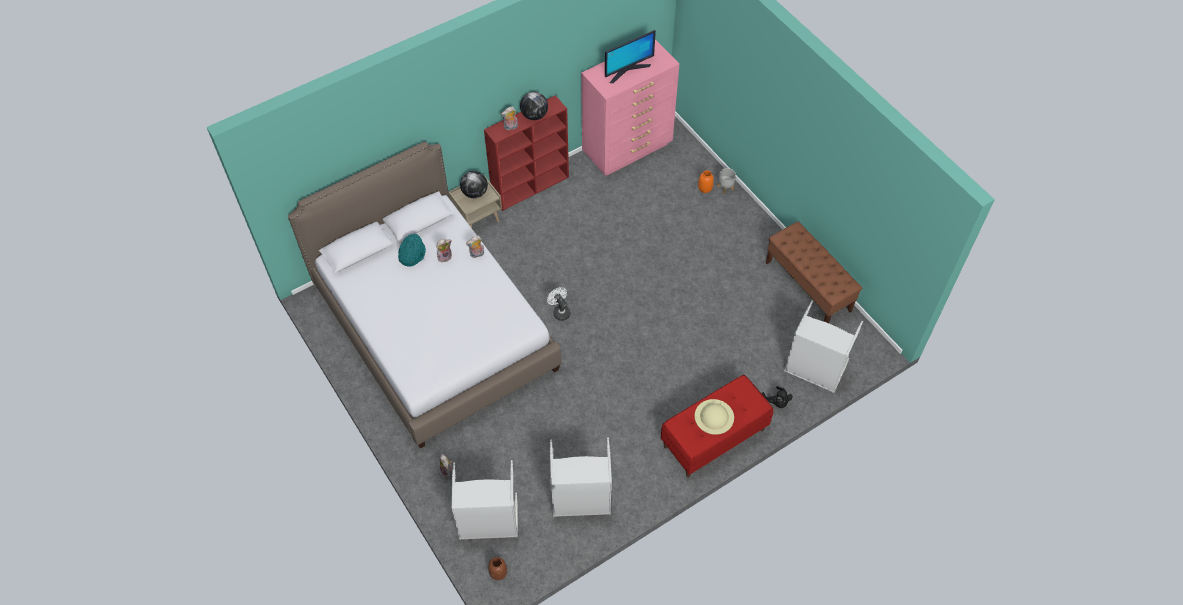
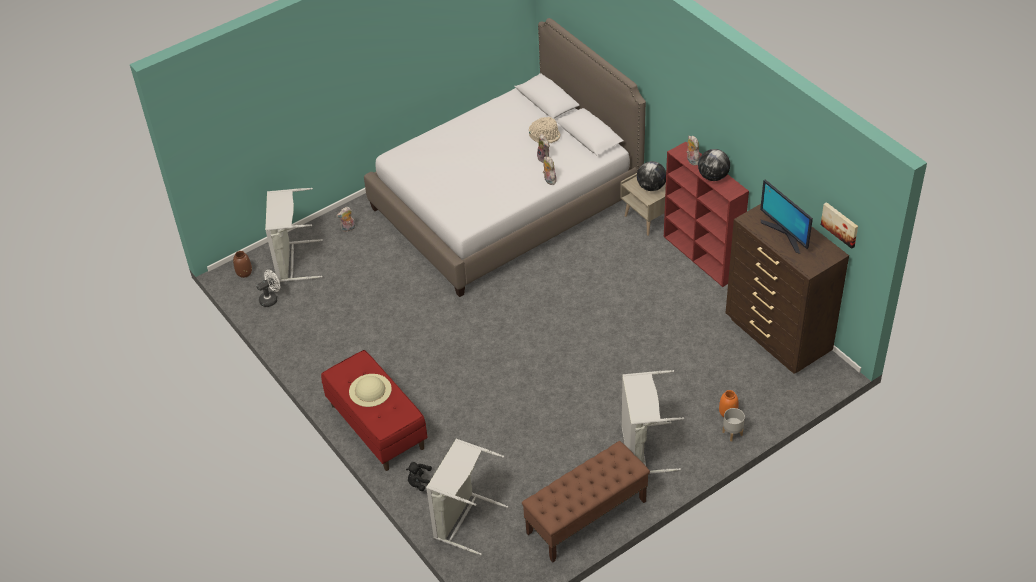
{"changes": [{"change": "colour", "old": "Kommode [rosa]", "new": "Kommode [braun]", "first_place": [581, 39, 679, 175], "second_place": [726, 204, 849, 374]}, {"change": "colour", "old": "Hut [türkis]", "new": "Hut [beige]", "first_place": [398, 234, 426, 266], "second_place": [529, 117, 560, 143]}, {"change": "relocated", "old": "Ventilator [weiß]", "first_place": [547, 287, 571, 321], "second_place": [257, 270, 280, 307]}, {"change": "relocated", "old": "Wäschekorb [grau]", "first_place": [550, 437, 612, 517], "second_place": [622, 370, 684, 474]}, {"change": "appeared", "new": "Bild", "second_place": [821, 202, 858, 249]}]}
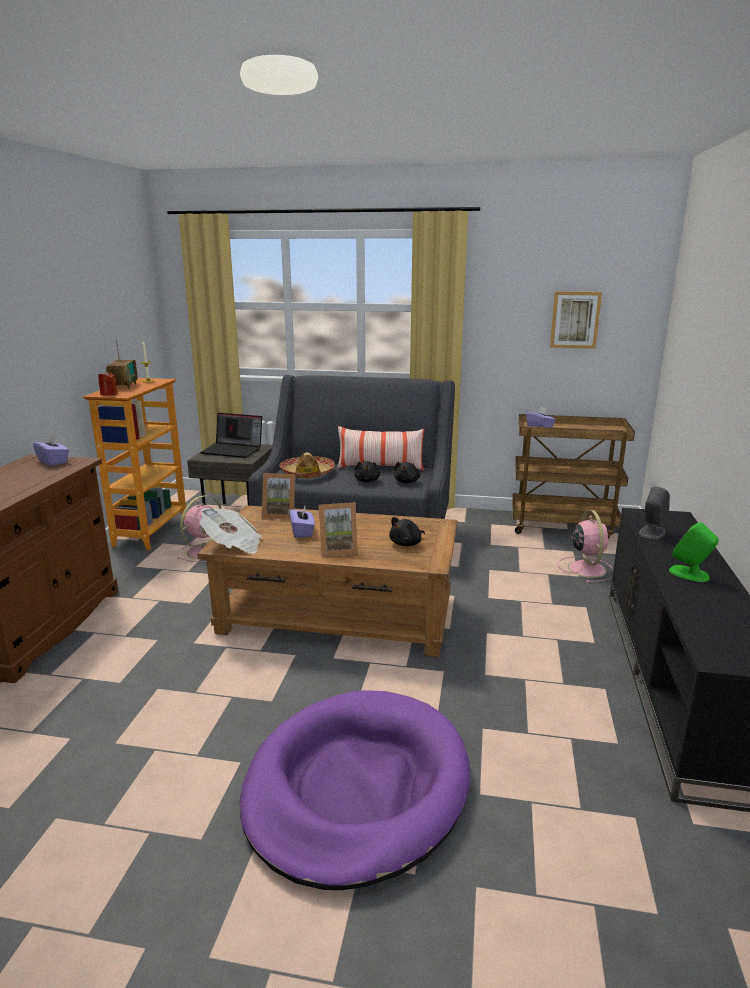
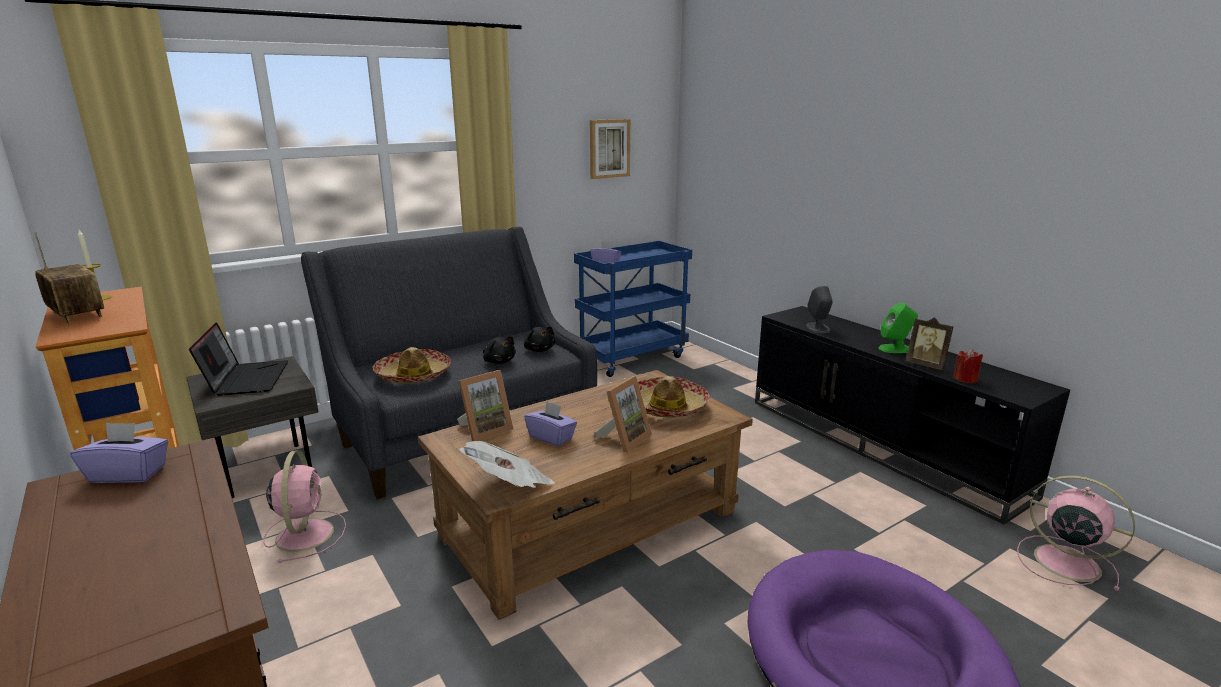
{"changes": [{"change": "relocated", "old": "Kerze [rot]", "first_place": [98, 371, 117, 396], "second_place": [953, 349, 983, 383]}, {"change": "spun", "old": "Laptop", "first_place": [200, 413, 262, 458], "second_place": [189, 322, 288, 396], "degrees": -75}, {"change": "colour", "old": "Rollwagen [braun]", "new": "Rollwagen [blau]", "first_place": [512, 414, 635, 539], "second_place": [574, 241, 692, 377]}, {"change": "missing", "old": "Kissen", "first_place": [337, 426, 424, 471]}, {"change": "relocated", "old": "Ventilator [rosa]", "first_place": [558, 510, 613, 583], "second_place": [1017, 476, 1135, 591]}, {"change": "exchanged", "old": "Plüschtier [schwarz]", "new": "Hut", "first_place": [389, 517, 425, 546], "second_place": [638, 376, 710, 418]}, {"change": "appeared", "new": "Bilderrahmen", "second_place": [906, 317, 954, 370]}]}
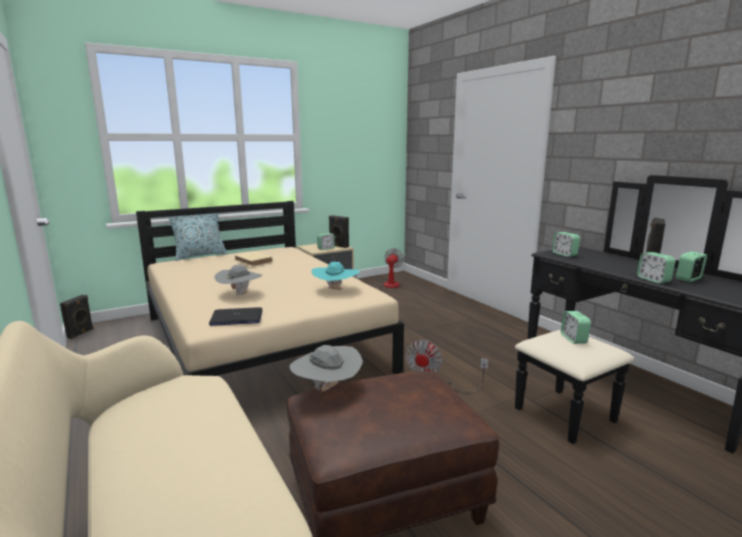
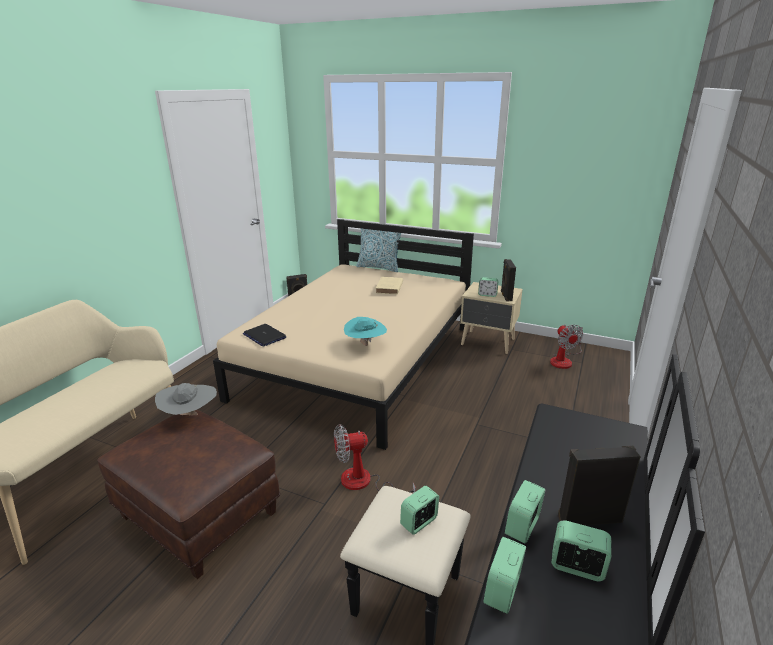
{"changes": [{"change": "relocated", "old": "Wecker", "first_place": [552, 232, 580, 257], "second_place": [483, 537, 526, 614]}, {"change": "spun", "old": "Ventilator", "first_place": [353, 248, 404, 289], "second_place": [550, 324, 583, 369], "degrees": 90}, {"change": "missing", "old": "Hut [grau]", "first_place": [214, 265, 263, 297]}]}
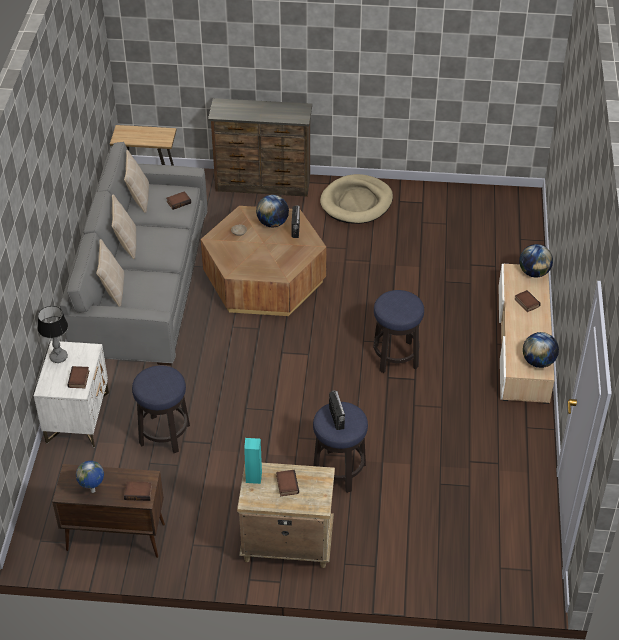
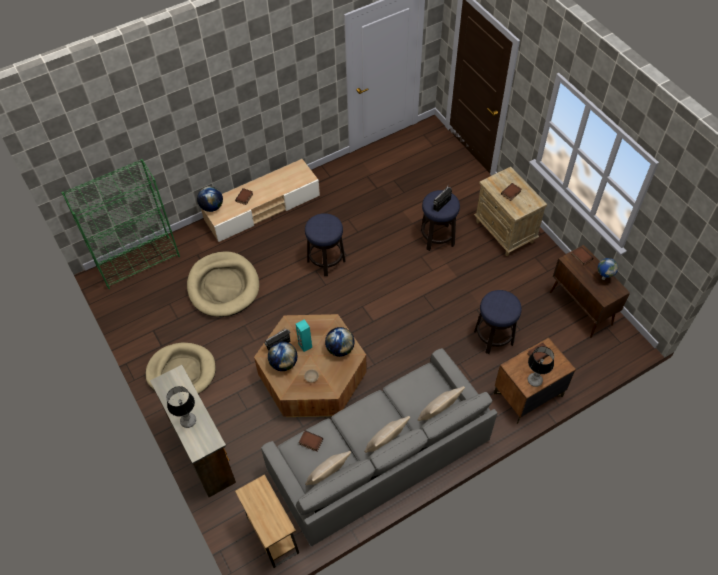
{"changes": [{"change": "relocated", "old": "Globus", "first_place": [523, 332, 559, 368], "second_place": [325, 327, 355, 357]}, {"change": "colour", "old": "Nachttisch [weiß]", "new": "Nachttisch [braun]", "first_place": [34, 341, 109, 448], "second_place": [494, 337, 576, 424]}, {"change": "relocated", "old": "Lautsprecher [türkis]", "first_place": [244, 438, 262, 484], "second_place": [296, 319, 312, 352]}, {"change": "appeared", "new": "Bücherregal [grün]", "second_place": [62, 159, 180, 289]}, {"change": "appeared", "new": "Hundebett [beige]", "second_place": [187, 251, 259, 317]}, {"change": "appeared", "new": "Tischlampe", "second_place": [167, 386, 196, 428]}]}
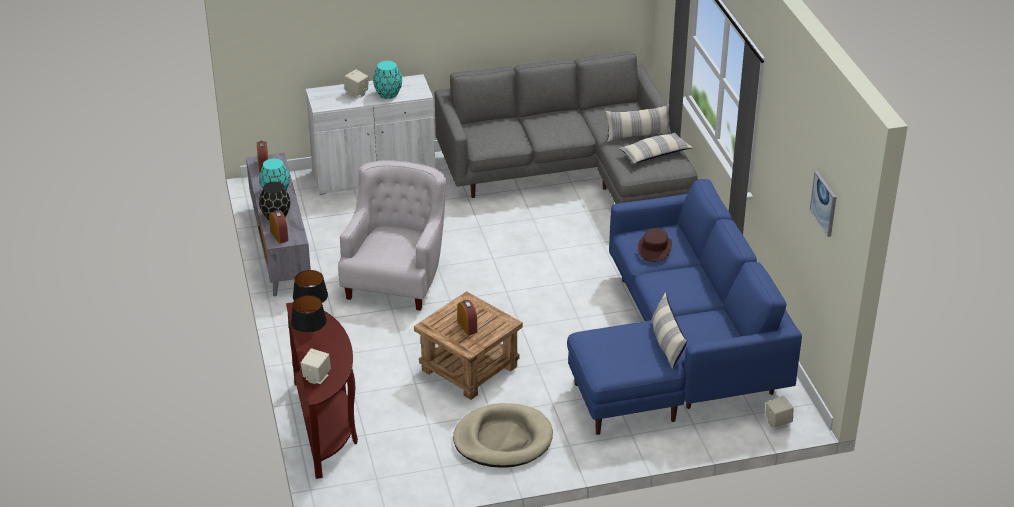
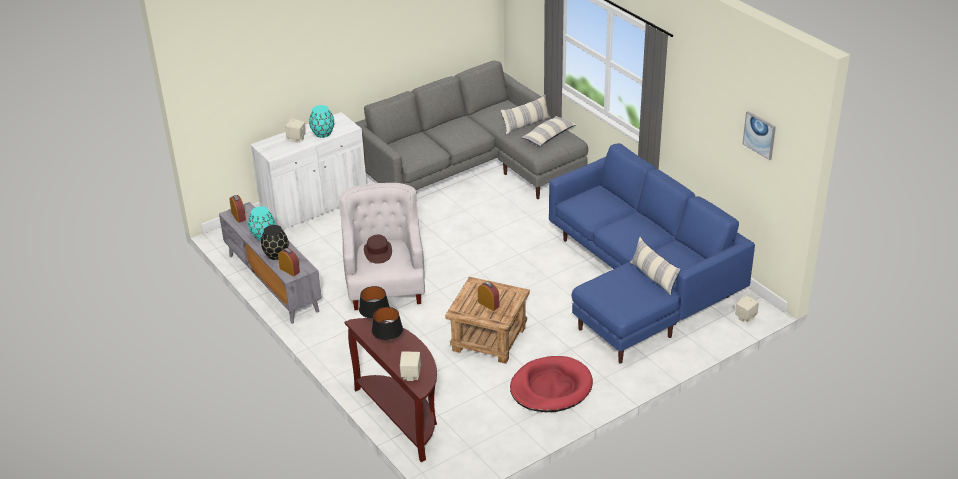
{"changes": [{"change": "relocated", "old": "Hut [braun]", "first_place": [638, 228, 672, 262], "second_place": [364, 235, 392, 264]}, {"change": "colour", "old": "Hundebett [beige]", "new": "Hundebett [rot]", "first_place": [453, 403, 553, 467], "second_place": [510, 356, 593, 412]}]}
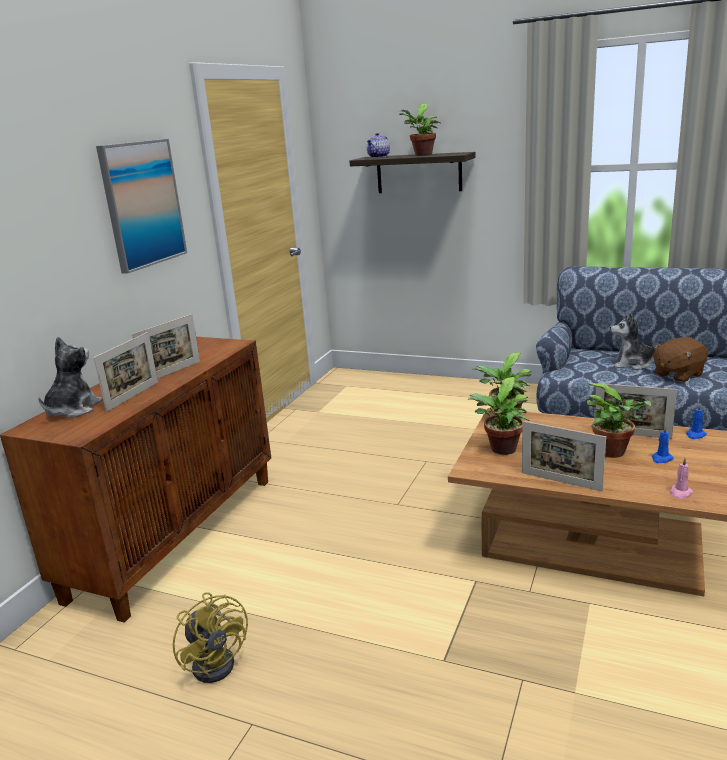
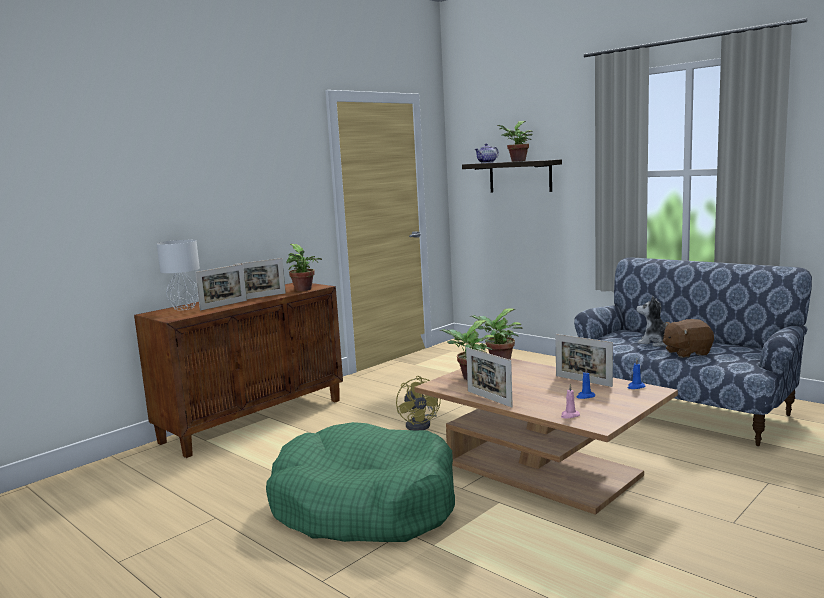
{"changes": [{"change": "missing", "old": "Bild", "first_place": [96, 139, 187, 274]}, {"change": "exchanged", "old": "Plüschtier", "new": "Tischlampe [grau]", "first_place": [38, 337, 103, 418], "second_place": [157, 240, 200, 310]}, {"change": "relocated", "old": "Topfpflanze", "first_place": [587, 383, 651, 458], "second_place": [286, 244, 322, 291]}, {"change": "relocated", "old": "Ventilator [gelb]", "first_place": [173, 592, 248, 683], "second_place": [396, 376, 441, 430]}, {"change": "appeared", "new": "Hundebett [grün]", "second_place": [266, 422, 455, 542]}]}
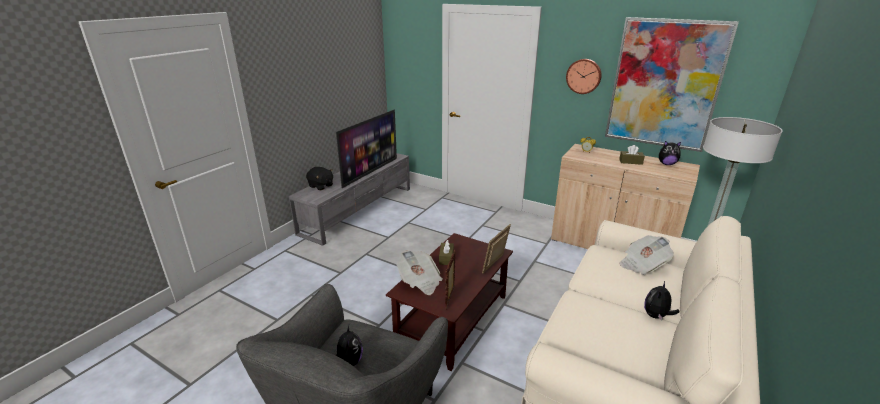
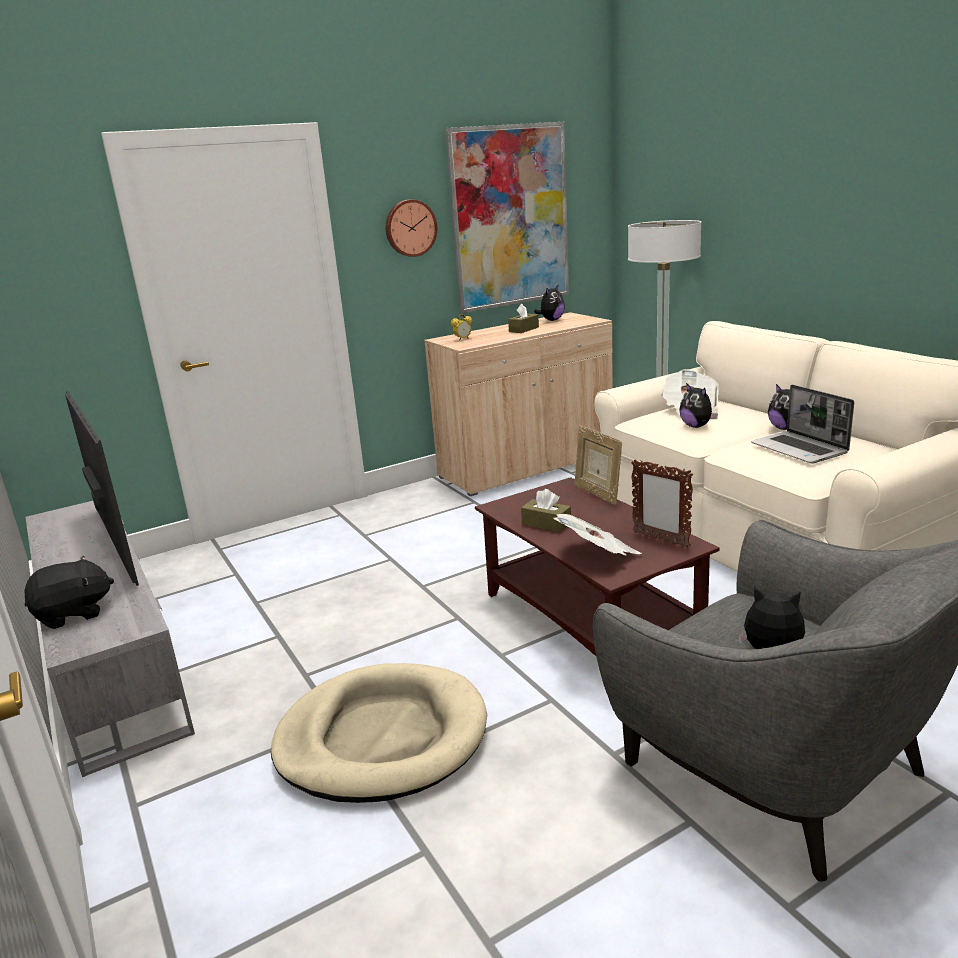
{"changes": [{"change": "appeared", "new": "Plüschtier", "second_place": [679, 383, 718, 428]}, {"change": "appeared", "new": "Laptop", "second_place": [751, 385, 854, 464]}, {"change": "appeared", "new": "Hundebett [beige]", "second_place": [271, 663, 487, 803]}]}
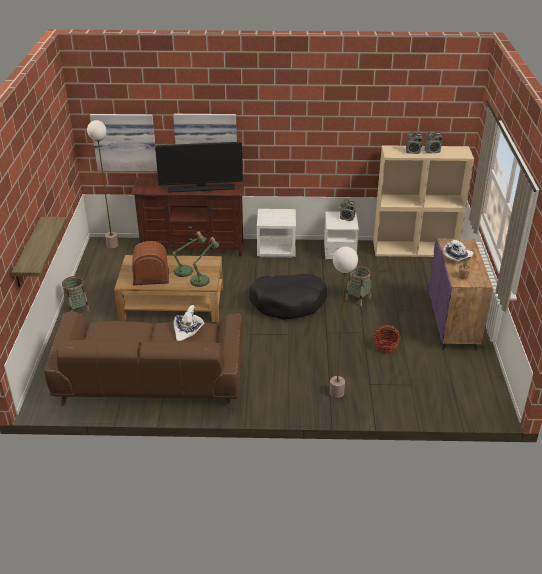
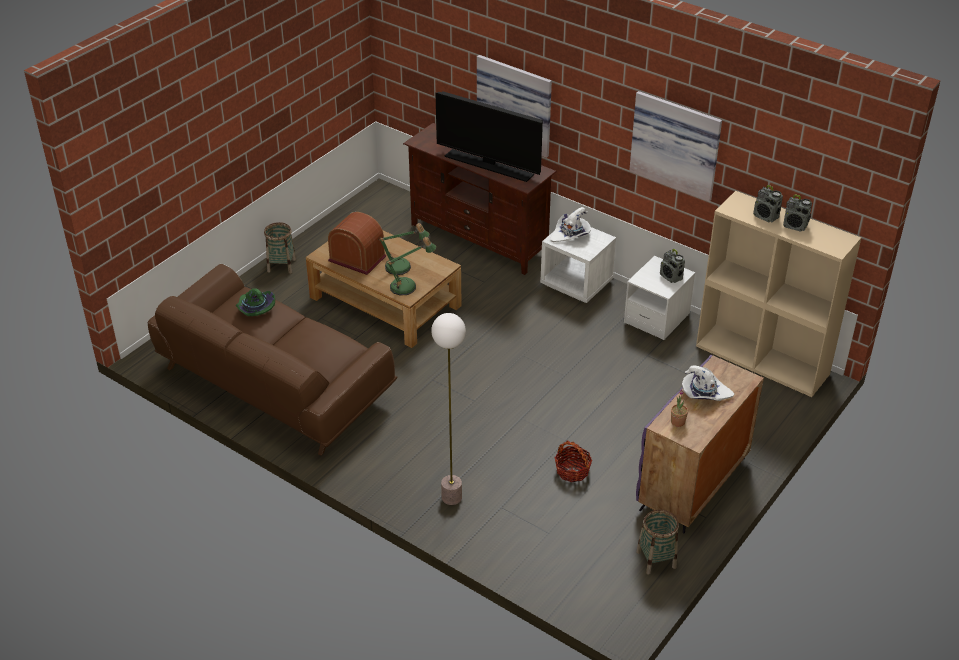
{"changes": [{"change": "relocated", "old": "Bild", "first_place": [90, 114, 157, 171], "second_place": [629, 91, 722, 202]}, {"change": "missing", "old": "Stehlampe", "first_place": [87, 120, 118, 248]}, {"change": "missing", "old": "Wandregal", "first_place": [12, 217, 67, 287]}, {"change": "relocated", "old": "Korb", "first_place": [346, 266, 371, 306], "second_place": [636, 510, 679, 575]}, {"change": "missing", "old": "Hundebett [schwarz]", "first_place": [250, 274, 327, 320]}, {"change": "relocated", "old": "Hut [weiß]", "first_place": [173, 305, 205, 341], "second_place": [550, 207, 591, 242]}, {"change": "appeared", "new": "Hut [grün]", "second_place": [236, 288, 275, 316]}]}
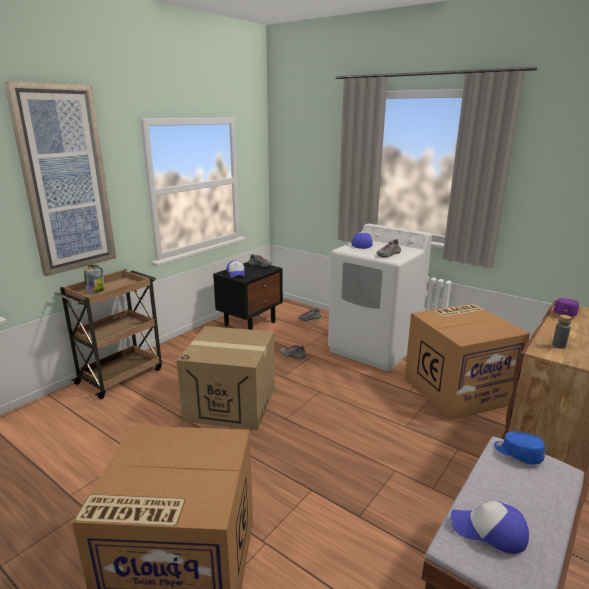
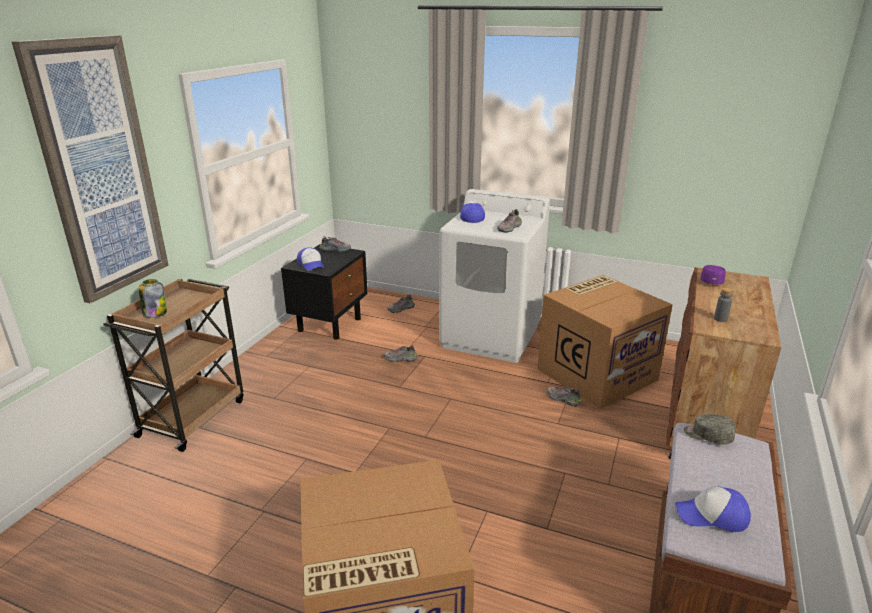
{"changes": [{"change": "missing", "old": "Karton", "first_place": [177, 326, 275, 430]}, {"change": "colour", "old": "Kappe [blau]", "new": "Kappe [grau]", "first_place": [494, 431, 545, 465], "second_place": [684, 414, 735, 445]}, {"change": "appeared", "new": "Schuh", "second_place": [546, 386, 583, 407]}]}
